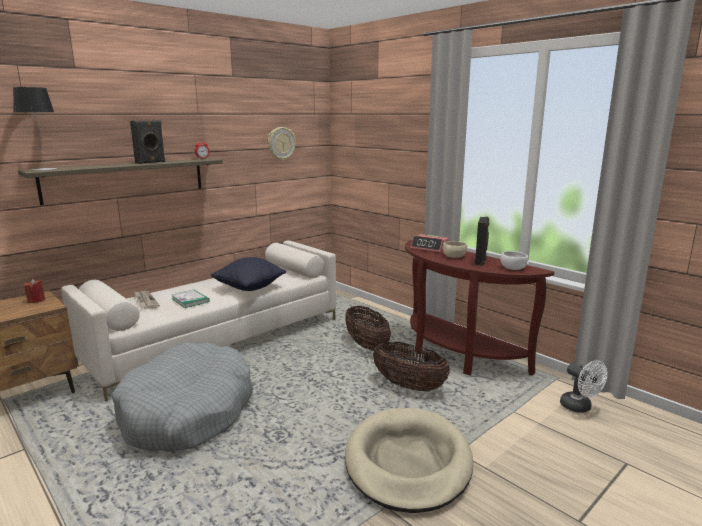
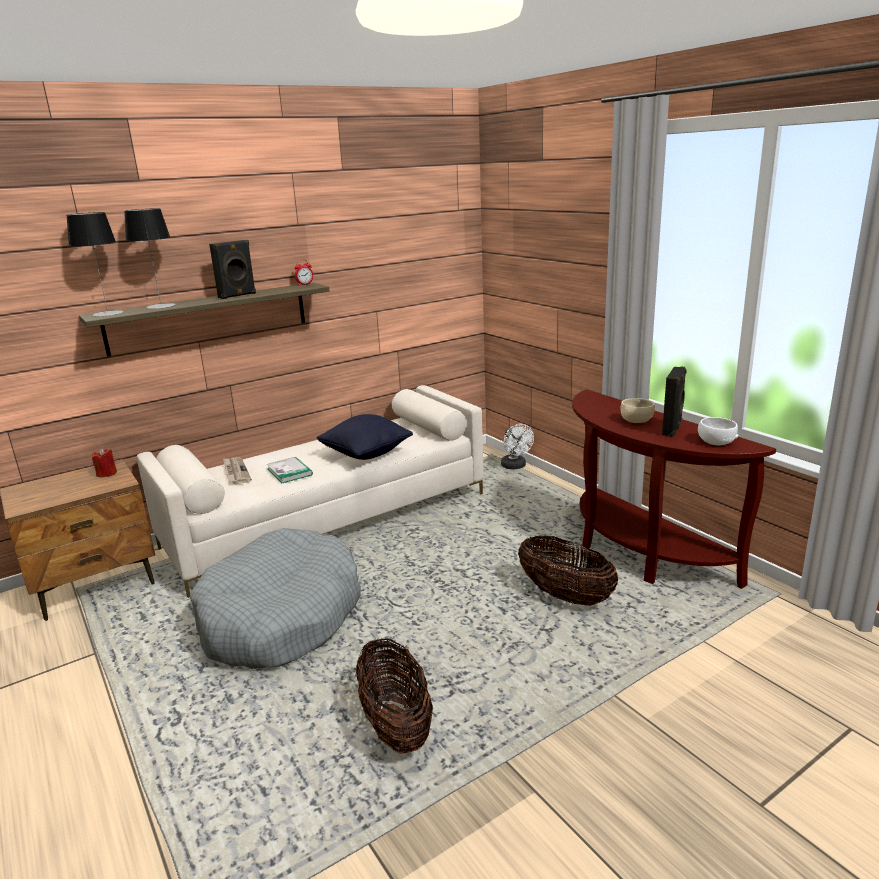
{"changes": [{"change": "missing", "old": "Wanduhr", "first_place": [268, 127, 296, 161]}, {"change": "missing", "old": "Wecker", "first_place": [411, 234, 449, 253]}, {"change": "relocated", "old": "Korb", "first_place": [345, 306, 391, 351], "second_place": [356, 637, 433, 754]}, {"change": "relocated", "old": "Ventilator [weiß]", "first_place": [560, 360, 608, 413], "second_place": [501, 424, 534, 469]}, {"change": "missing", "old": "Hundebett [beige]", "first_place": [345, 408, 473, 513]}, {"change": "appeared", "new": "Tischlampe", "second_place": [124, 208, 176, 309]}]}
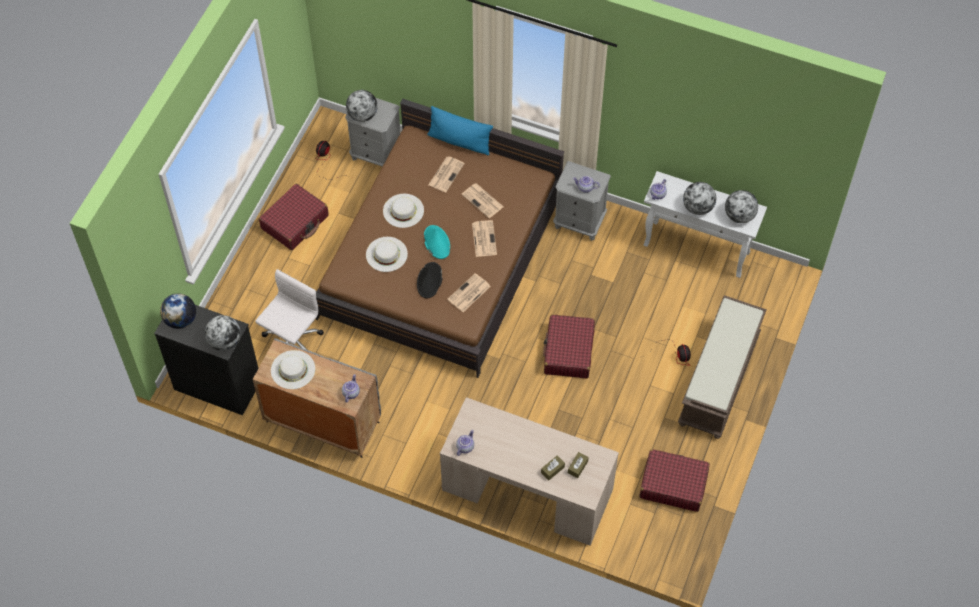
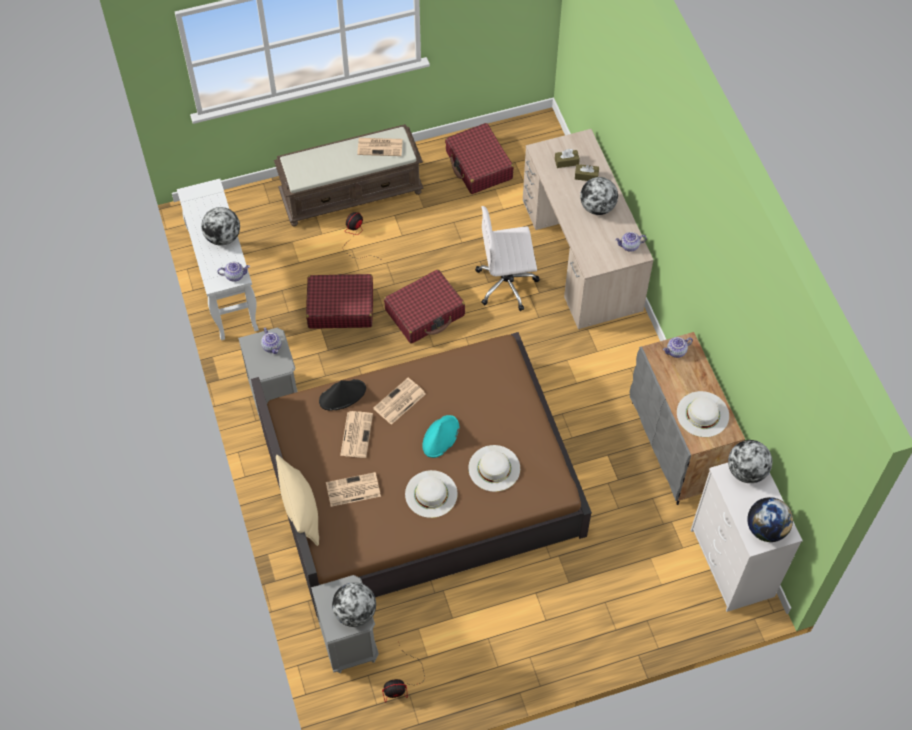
{"changes": [{"change": "colour", "old": "Kissen [blau]", "new": "Kissen [beige]", "first_place": [427, 106, 493, 155], "second_place": [276, 455, 319, 546]}, {"change": "relocated", "old": "Koffer [rot]", "first_place": [259, 184, 329, 250], "second_place": [306, 274, 373, 328]}, {"change": "relocated", "old": "Globus", "first_place": [725, 190, 758, 223], "second_place": [580, 177, 618, 215]}, {"change": "relocated", "old": "Hut [schwarz]", "first_place": [417, 262, 442, 298], "second_place": [319, 379, 366, 411]}, {"change": "relocated", "old": "Bürostuhl [weiß]", "first_place": [255, 269, 324, 350], "second_place": [475, 206, 540, 311]}, {"change": "relocated", "old": "Zeitung", "first_place": [447, 273, 491, 312], "second_place": [357, 138, 403, 156]}, {"change": "colour", "old": "Kommode [schwarz]", "new": "Kommode [weiß]", "first_place": [154, 305, 258, 415], "second_place": [691, 463, 803, 612]}]}
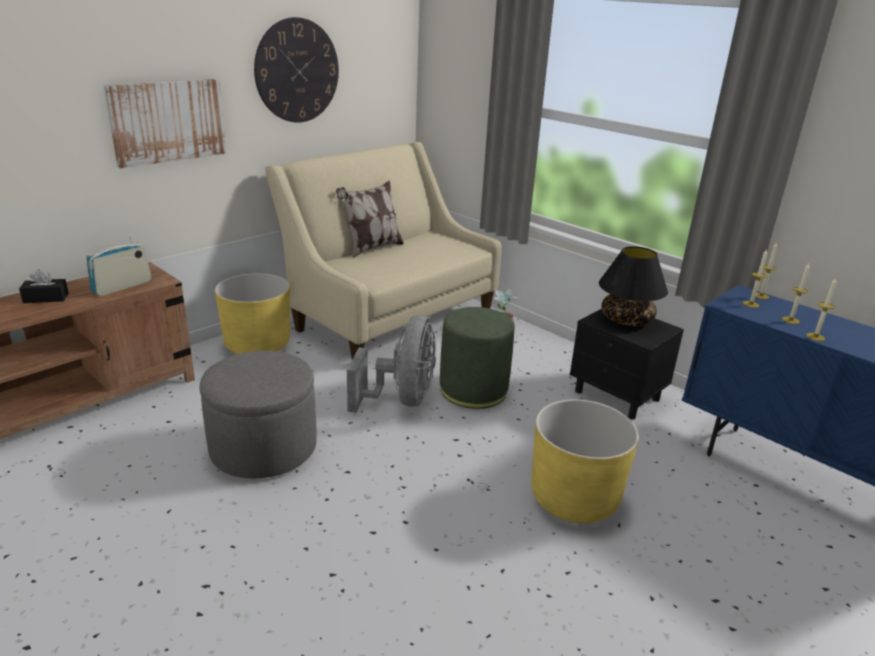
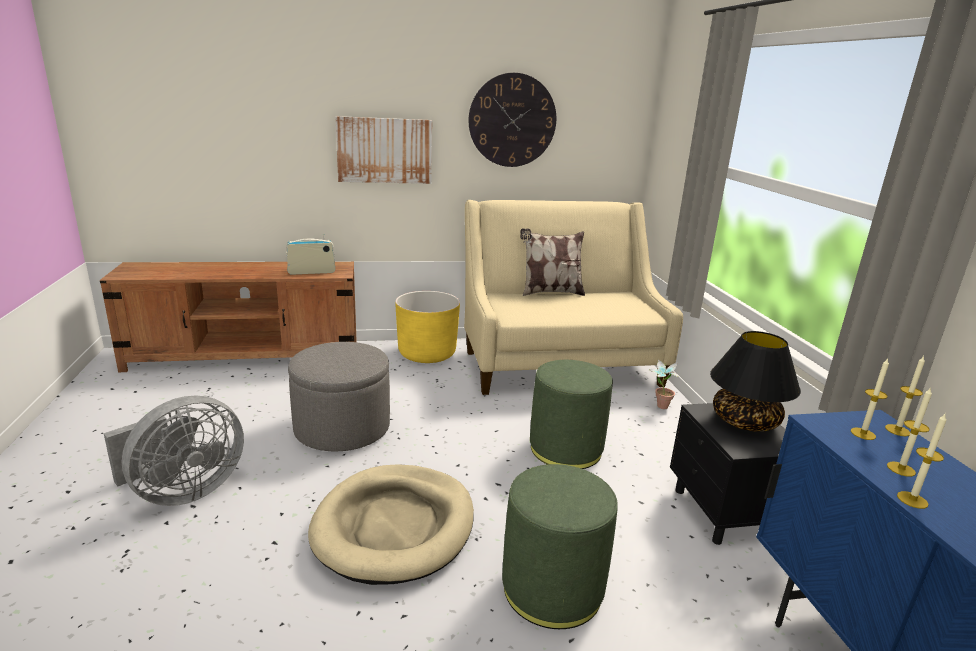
{"changes": [{"change": "missing", "old": "Taschentuchbox [schwarz]", "first_place": [19, 269, 68, 303]}, {"change": "relocated", "old": "Ventilator [grau]", "first_place": [347, 315, 436, 413], "second_place": [104, 396, 244, 506]}, {"change": "exchanged", "old": "Pflanzkübel [gelb]", "new": "Polsterhocker [grün]", "first_place": [531, 399, 639, 523], "second_place": [502, 464, 618, 629]}, {"change": "appeared", "new": "Hundebett [beige]", "second_place": [308, 464, 474, 585]}]}
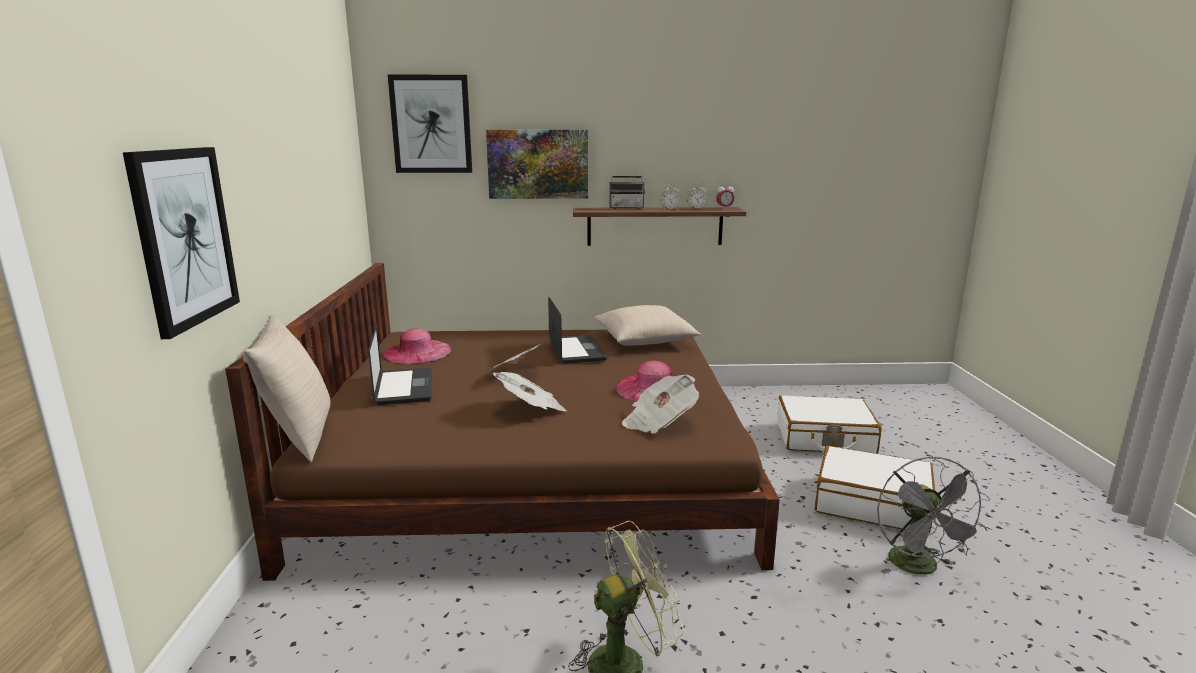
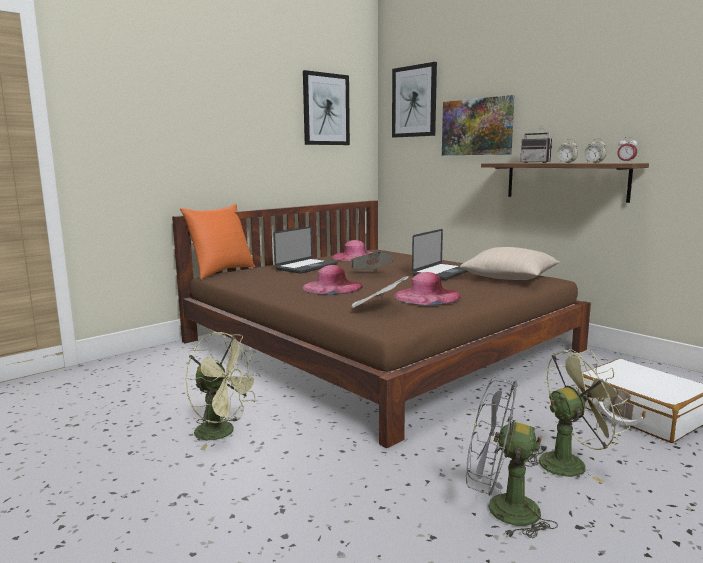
{"changes": [{"change": "relocated", "old": "Bild", "first_place": [123, 147, 240, 339], "second_place": [303, 70, 350, 145]}, {"change": "colour", "old": "Kissen [beige]", "new": "Kissen [orange]", "first_place": [243, 315, 331, 462], "second_place": [180, 204, 255, 279]}, {"change": "exchanged", "old": "Zeitung", "new": "Hut [rosa]", "first_place": [493, 372, 567, 411], "second_place": [302, 265, 363, 295]}, {"change": "exchanged", "old": "Koffer [weiß]", "new": "Ventilator [grün]", "first_place": [815, 446, 935, 533], "second_place": [524, 349, 630, 483]}, {"change": "spun", "old": "Ventilator [grau]", "first_place": [877, 456, 991, 575], "second_place": [466, 377, 558, 538], "degrees": 60}]}
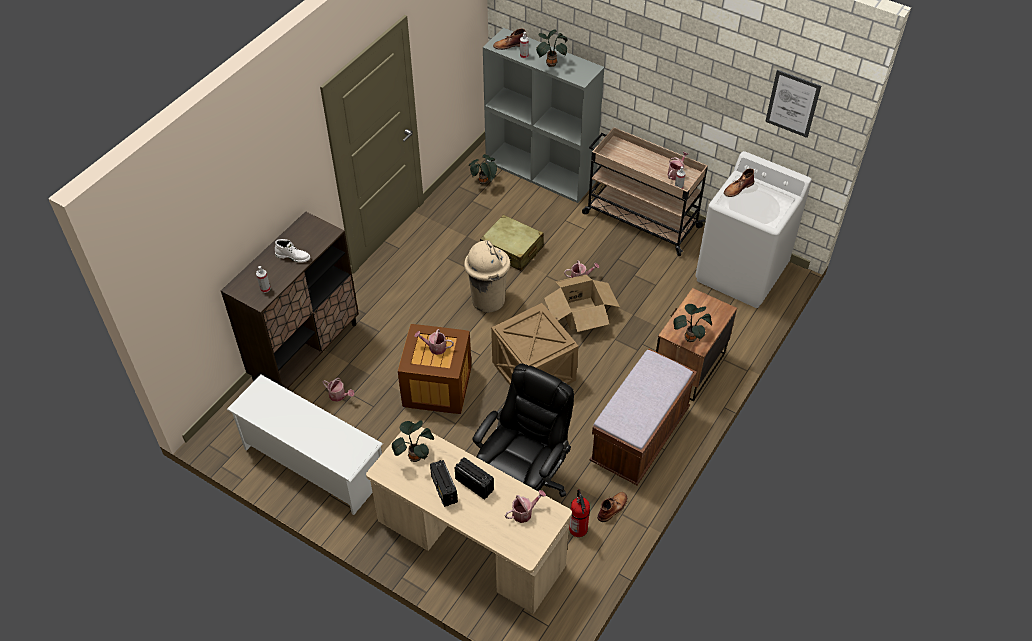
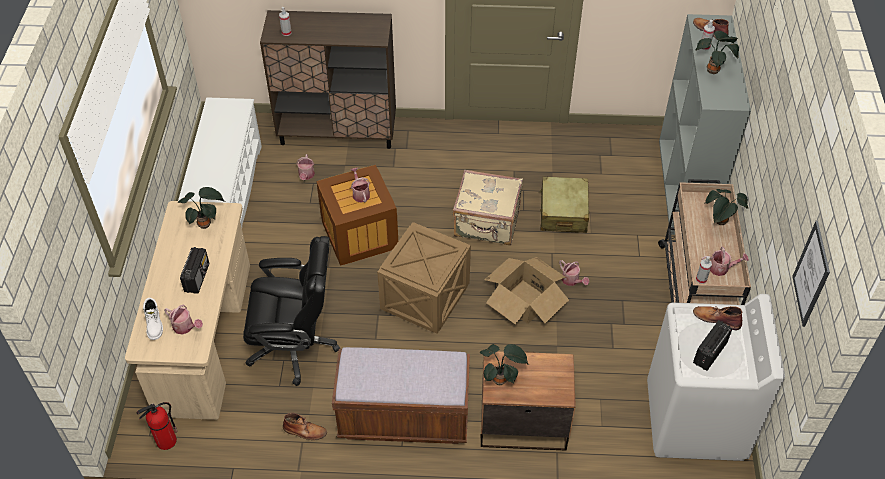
{"changes": [{"change": "relocated", "old": "Topfpflanze", "first_place": [469, 154, 497, 185], "second_place": [705, 189, 748, 225]}, {"change": "relocated", "old": "Stiefel [weiß]", "first_place": [275, 239, 310, 263], "second_place": [143, 298, 163, 340]}, {"change": "exchanged", "old": "Mülleimer [beige]", "new": "Koffer [beige]", "first_place": [464, 240, 510, 313], "second_place": [453, 170, 523, 245]}, {"change": "relocated", "old": "Radio", "first_place": [430, 460, 458, 507], "second_place": [693, 320, 732, 370]}, {"change": "relocated", "old": "Feuerlöscher", "first_place": [569, 489, 590, 537], "second_place": [136, 402, 178, 450]}]}
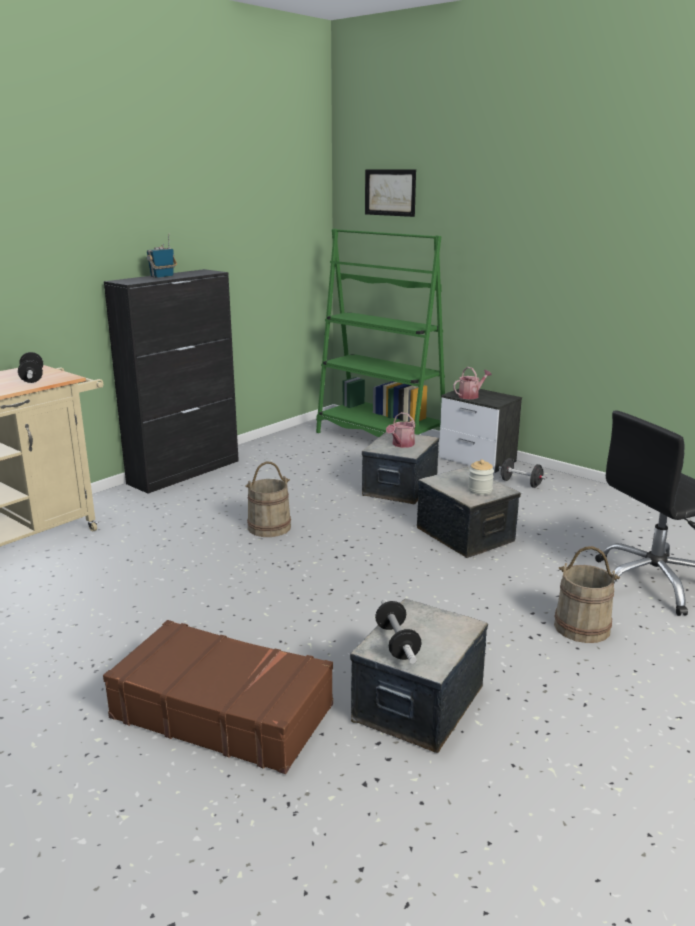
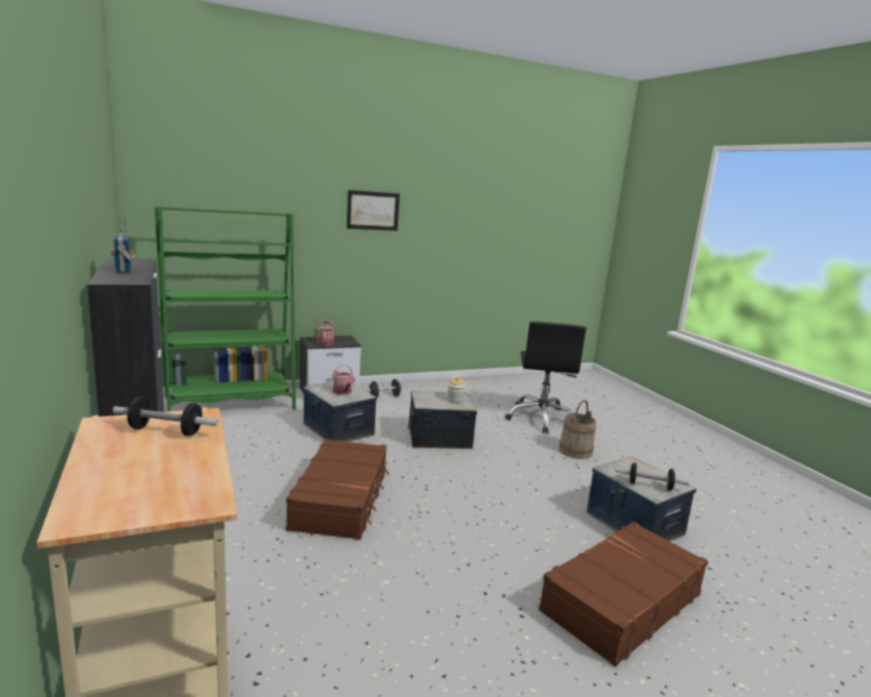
{"changes": [{"change": "relocated", "old": "Bild", "first_place": [365, 169, 416, 217], "second_place": [347, 190, 400, 231]}, {"change": "exchanged", "old": "Eimer [beige]", "new": "Koffer [braun]", "first_place": [245, 461, 291, 537], "second_place": [286, 439, 389, 540]}]}
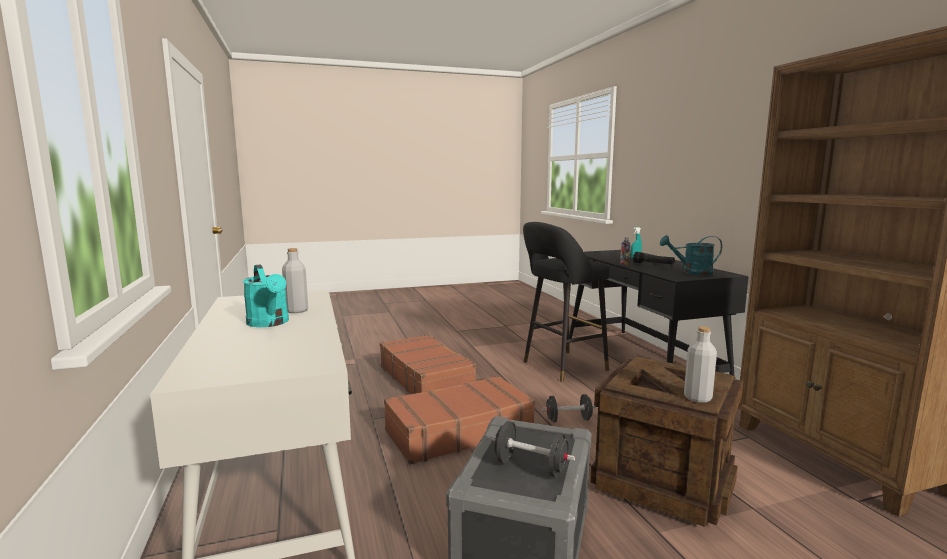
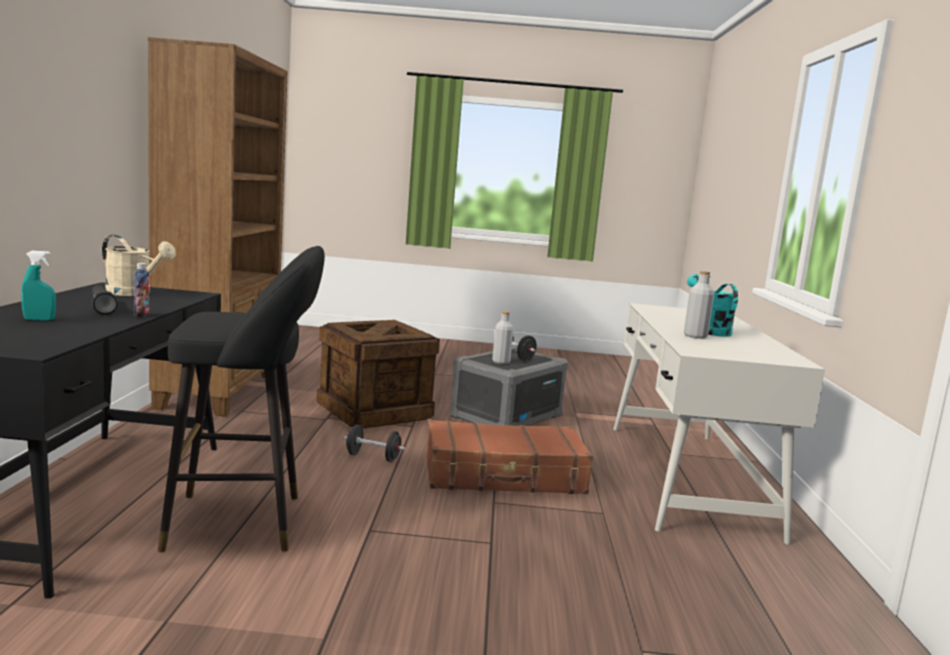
{"changes": [{"change": "colour", "old": "Gießkanne [türkis]", "new": "Gießkanne [beige]", "first_place": [660, 235, 722, 275], "second_place": [102, 235, 176, 296]}, {"change": "relocated", "old": "Flasche [grau]", "first_place": [684, 326, 717, 403], "second_place": [492, 311, 514, 364]}, {"change": "missing", "old": "Koffer [braun]", "first_place": [380, 334, 476, 394]}]}
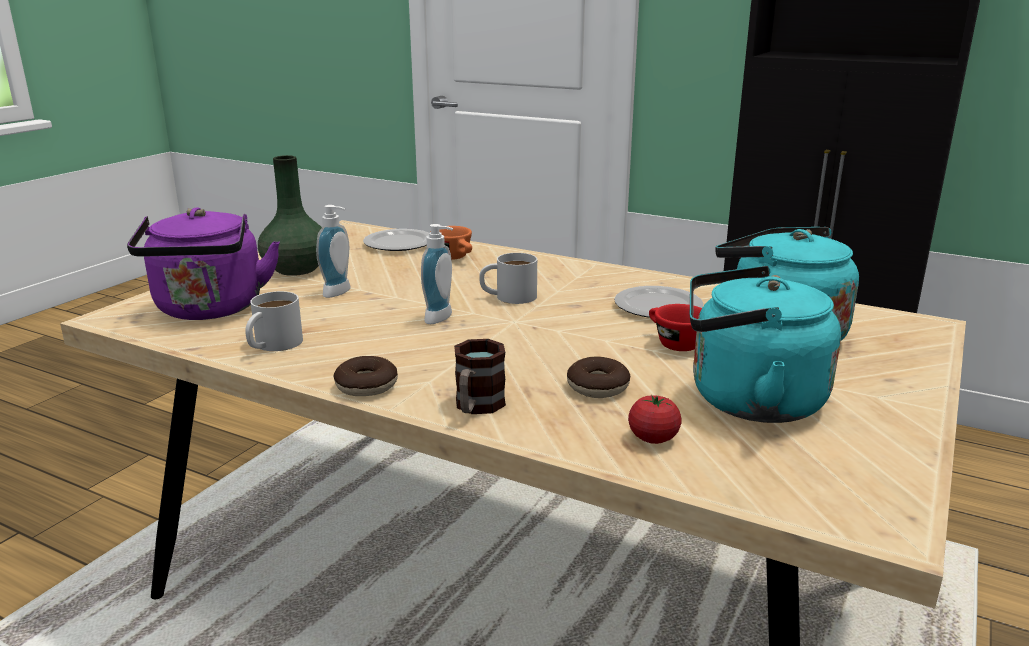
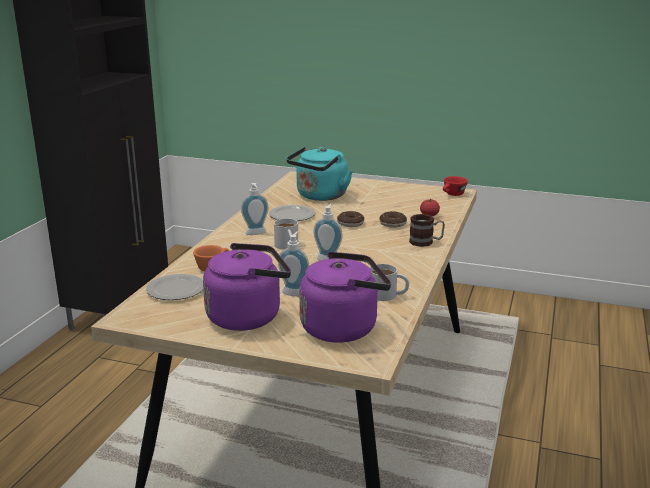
{"changes": [{"change": "exchanged", "old": "Vase [grün]", "new": "Wasserkessel [lila]", "first_place": [258, 155, 322, 276], "second_place": [203, 243, 291, 331]}, {"change": "missing", "old": "Wasserkessel [türkis]", "first_place": [690, 266, 841, 423]}, {"change": "relocated", "old": "Tasse [rot]", "first_place": [649, 304, 702, 351], "second_place": [443, 176, 468, 196]}, {"change": "relocated", "old": "Donut", "first_place": [334, 356, 398, 396], "second_place": [337, 211, 364, 227]}, {"change": "appeared", "new": "Seifenspender", "second_place": [241, 183, 268, 235]}]}
